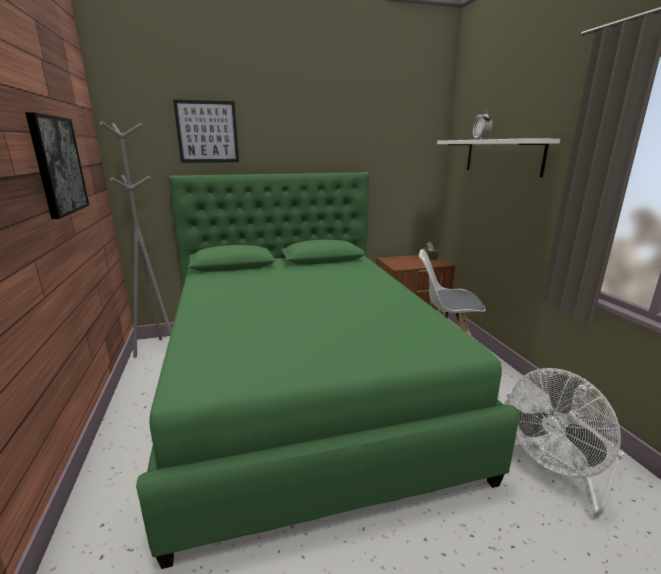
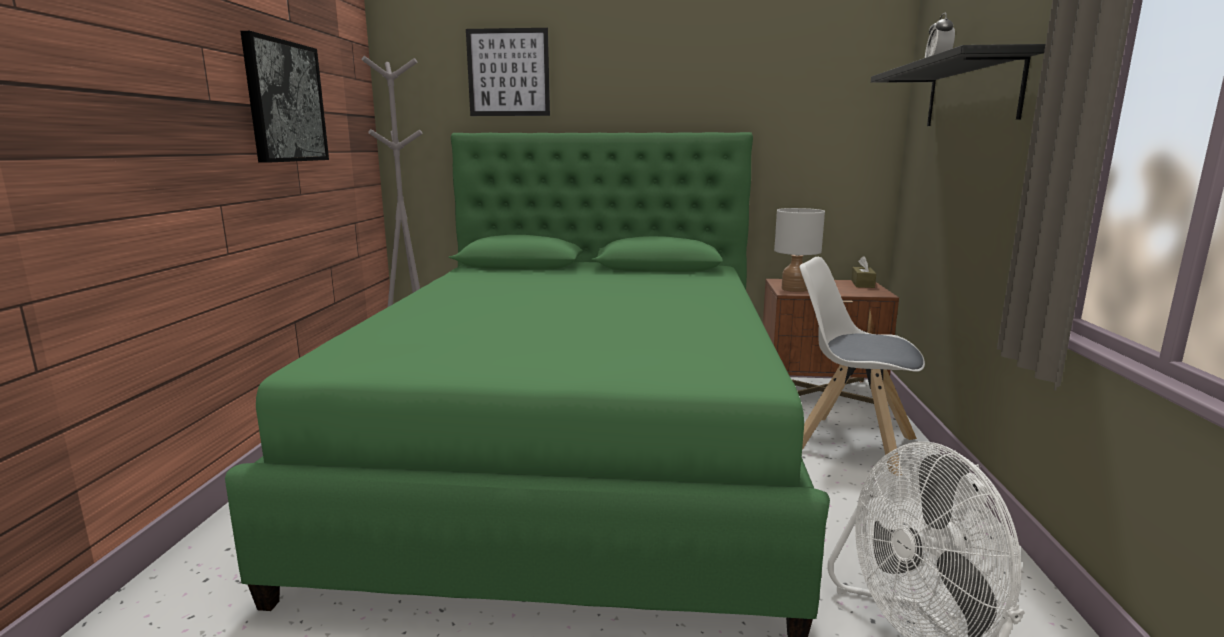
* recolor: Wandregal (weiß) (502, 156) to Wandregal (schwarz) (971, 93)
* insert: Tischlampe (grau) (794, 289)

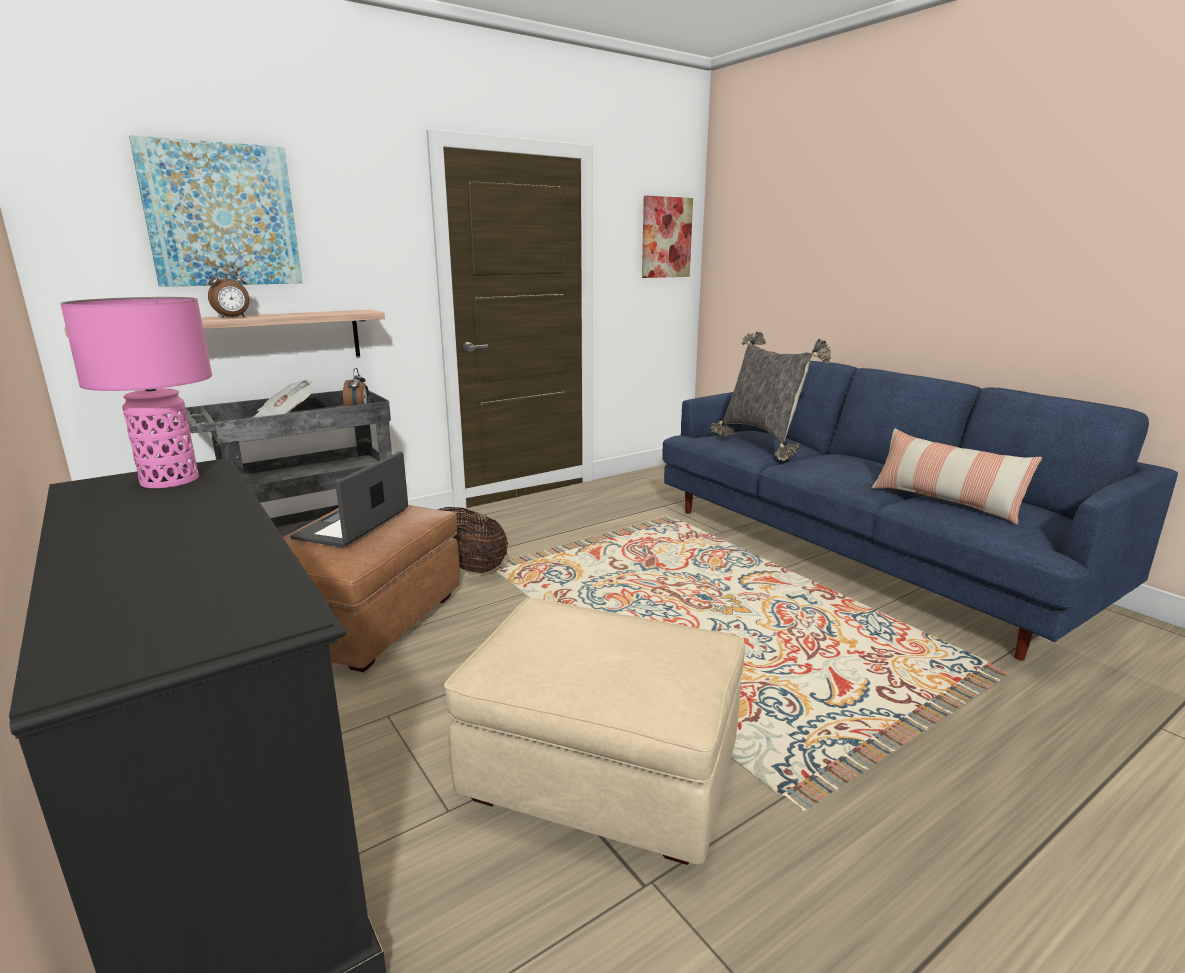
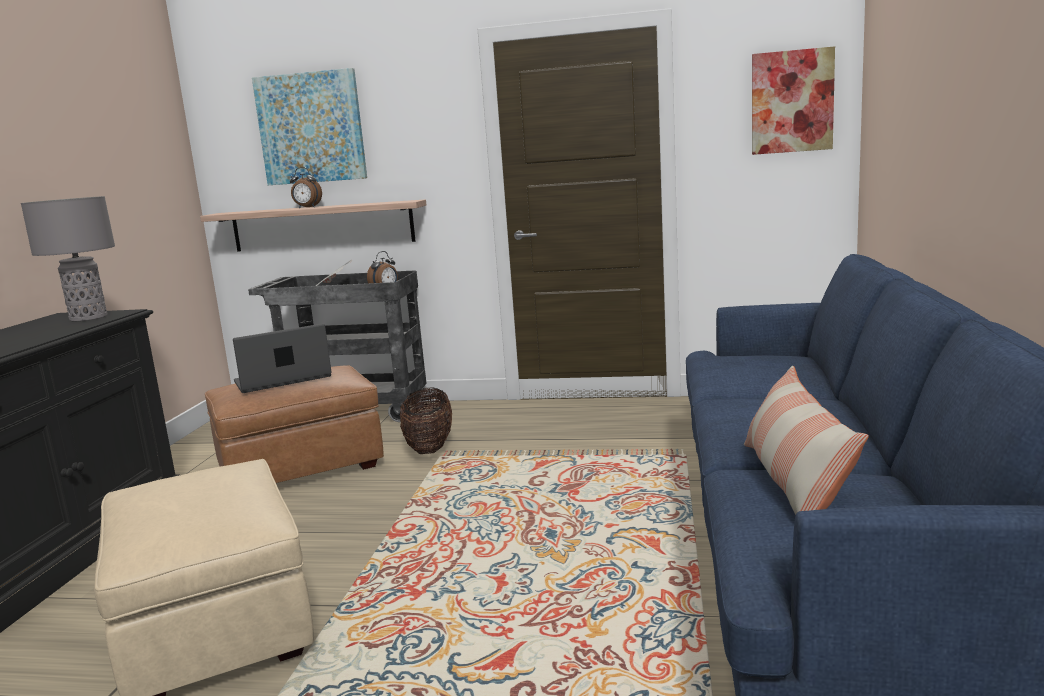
* recolor: Tischlampe (rosa) (170, 480) to Tischlampe (grau) (88, 318)
* delete: Kissen (764, 447)

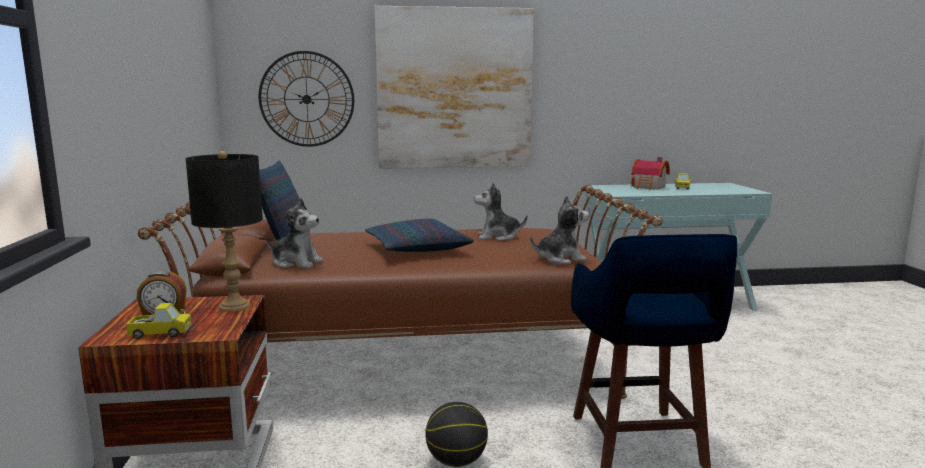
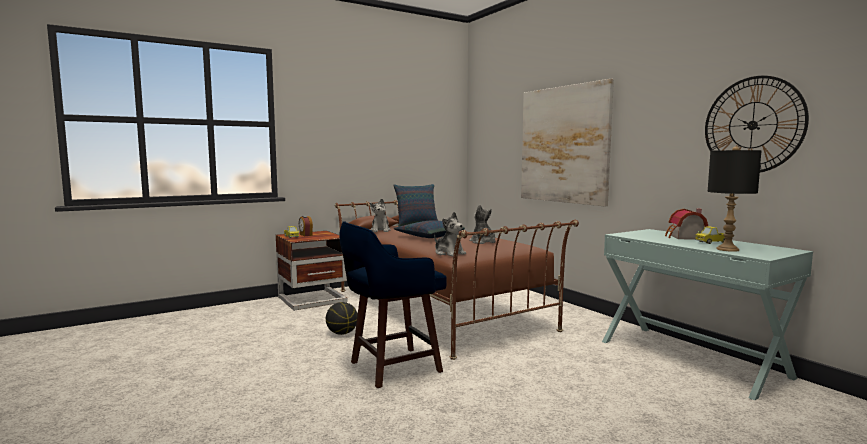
* move: Tischlampe (schwarz) (234, 306) to (727, 249)
* move: Wanduhr (307, 99) to (752, 125)

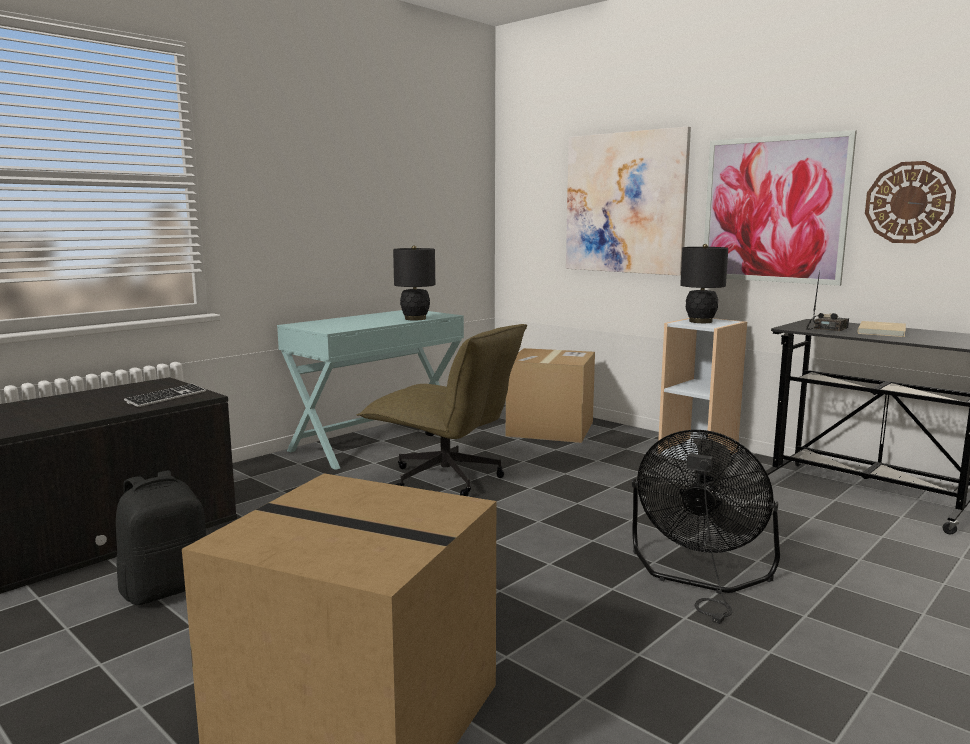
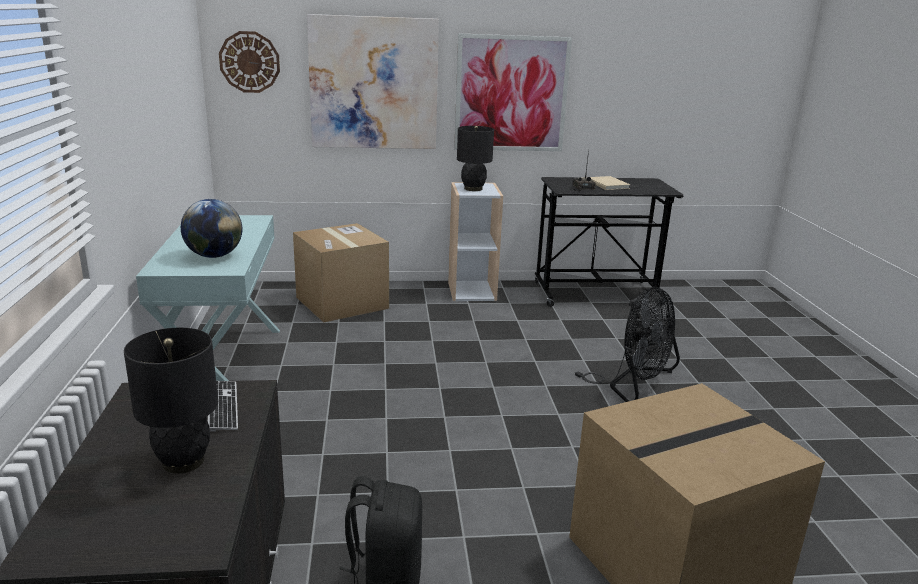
* delete: Bürostuhl (beige) (444, 478)
* move: Tischlampe (schwarz) (415, 319) to (183, 461)
* rotate: Ventilator (schwarz) (699, 578) = (632, 384) 150 degrees clockwise
* move: Wanduhr (909, 202) to (249, 62)
* insert: Globus (214, 256)

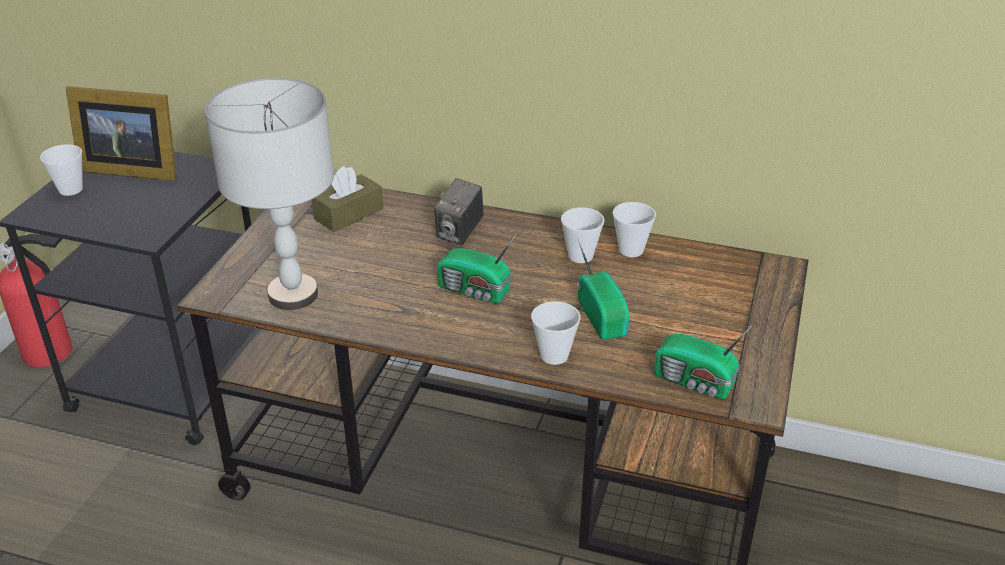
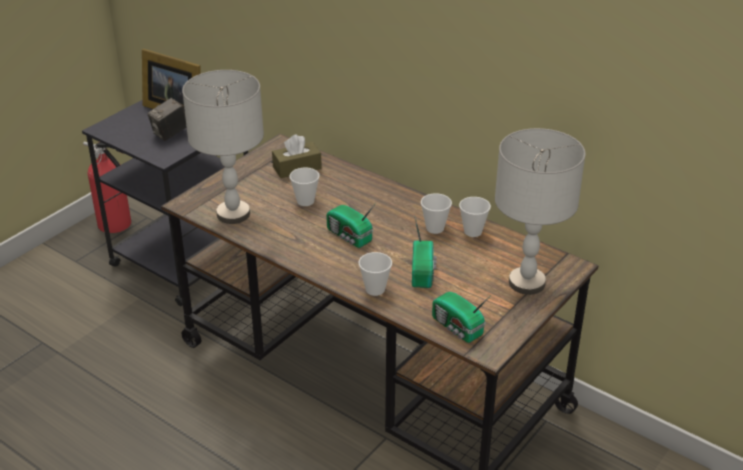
* move: Tasse (71, 189) to (305, 201)
* move: Kamera (460, 233) to (170, 134)
* insert: Tischlampe (grau) (526, 283)

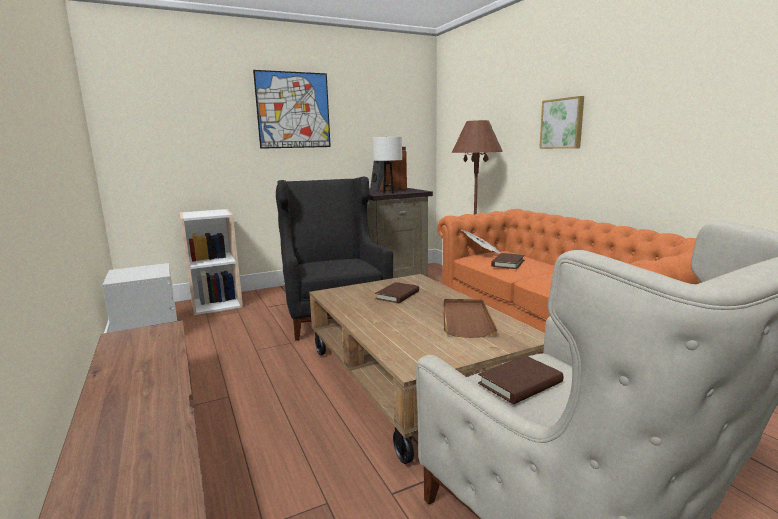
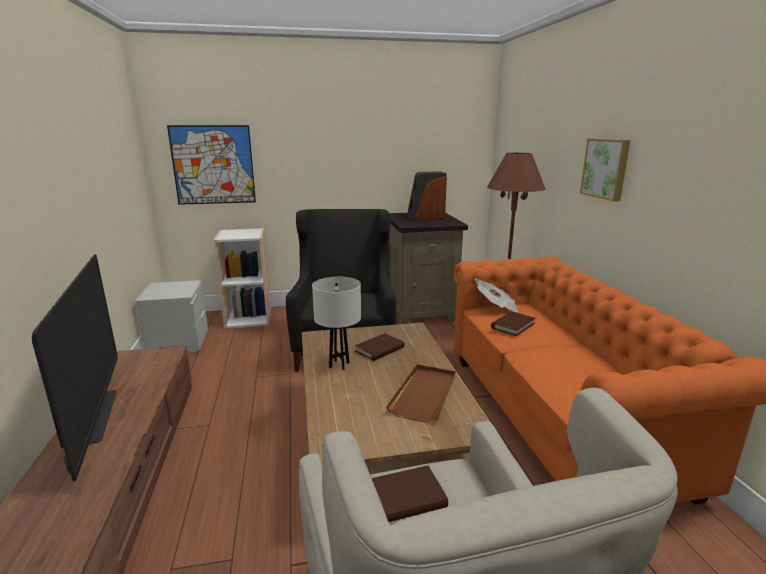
* move: Bild (293, 110) to (213, 165)
* move: Tischlampe (weiß) (388, 192) to (339, 365)
* insert: Fernseher (99, 416)

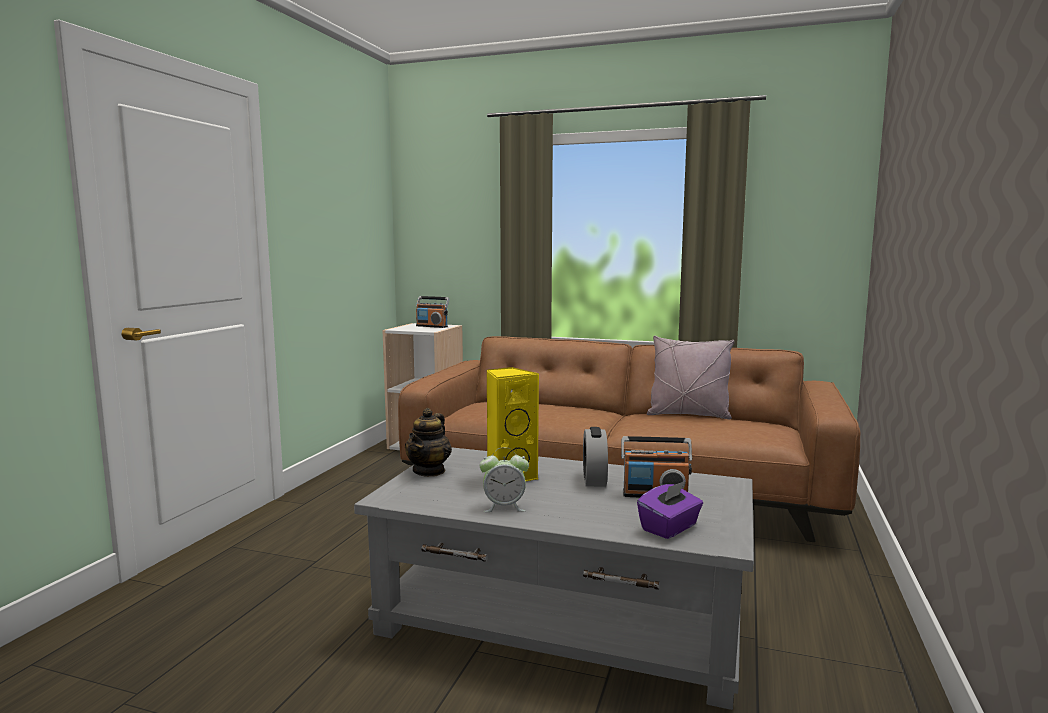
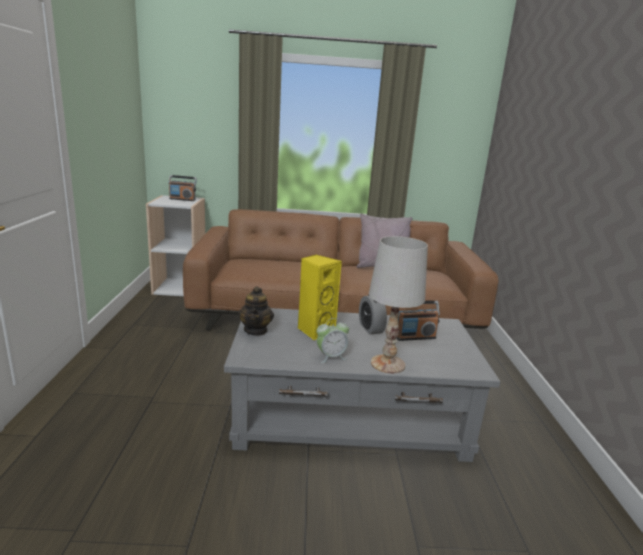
* delete: Taschentuchbox (lila) (670, 528)
* insert: Tischlampe (weiß) (388, 364)

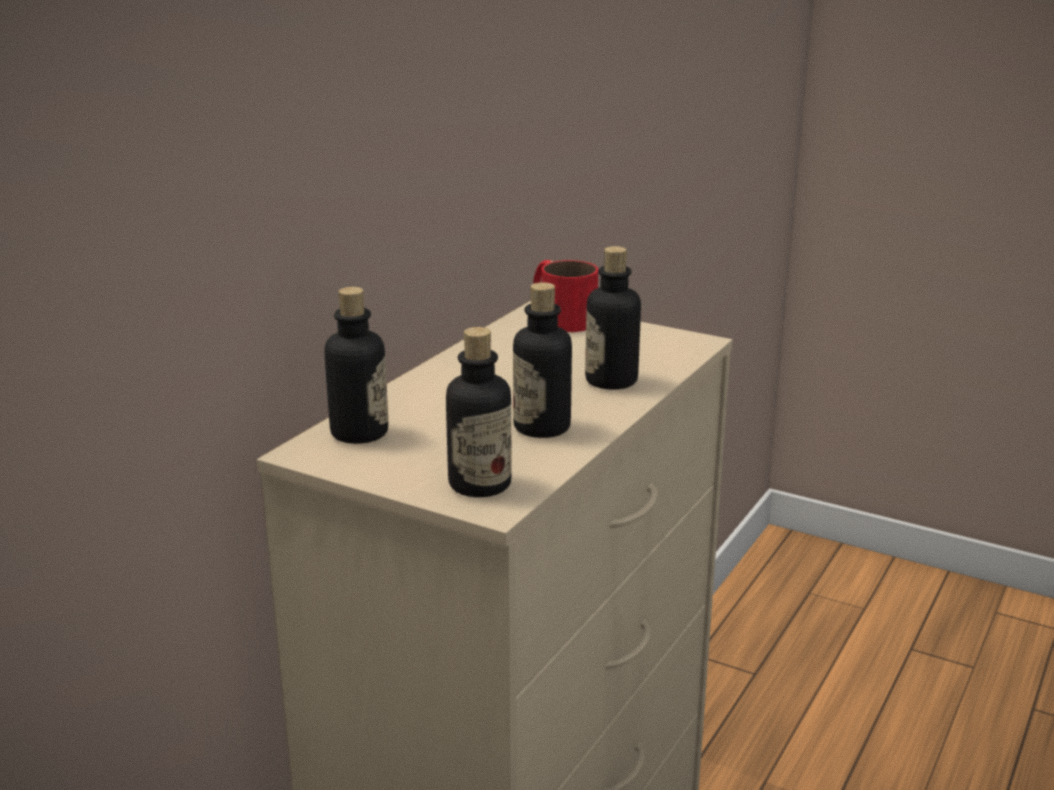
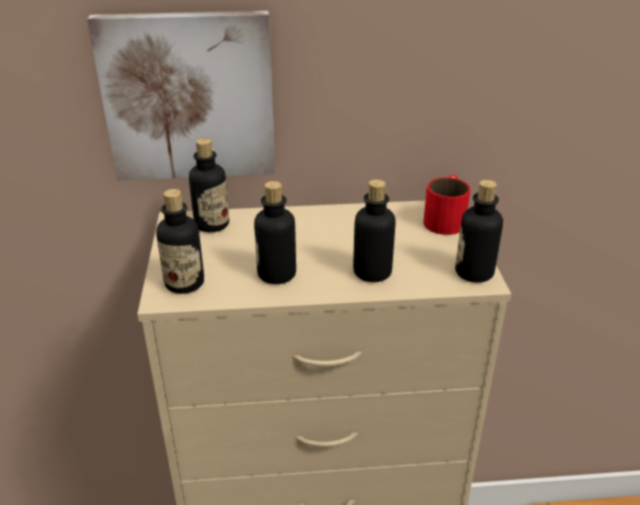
* insert: Bild (189, 97)
* insert: Flasche (474, 272)

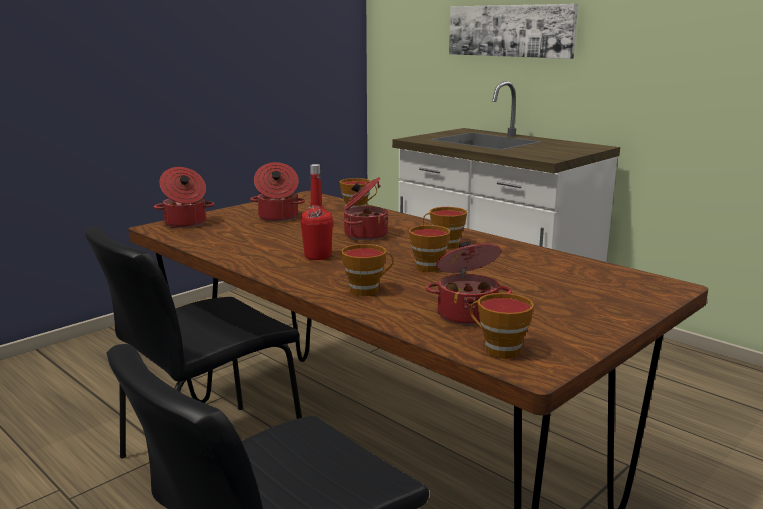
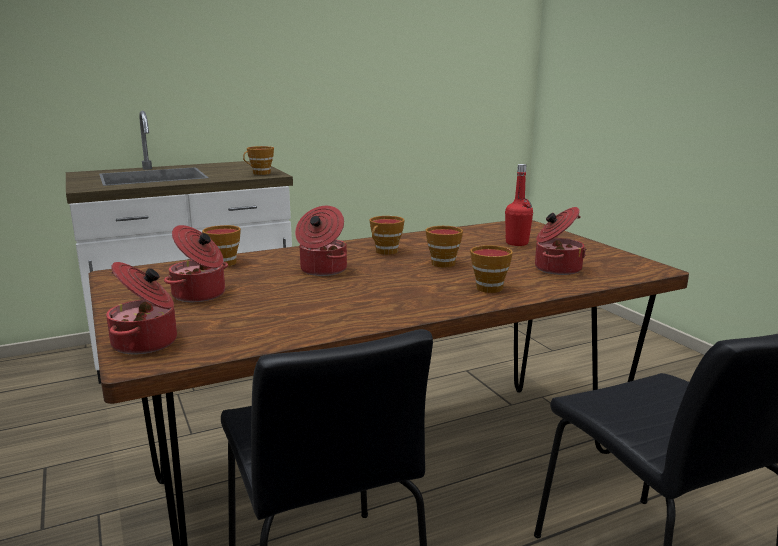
* move: Flasche (rot) (317, 256) to (517, 243)
* delete: Bild (510, 31)
* move: Tasse (498, 349) to (259, 173)

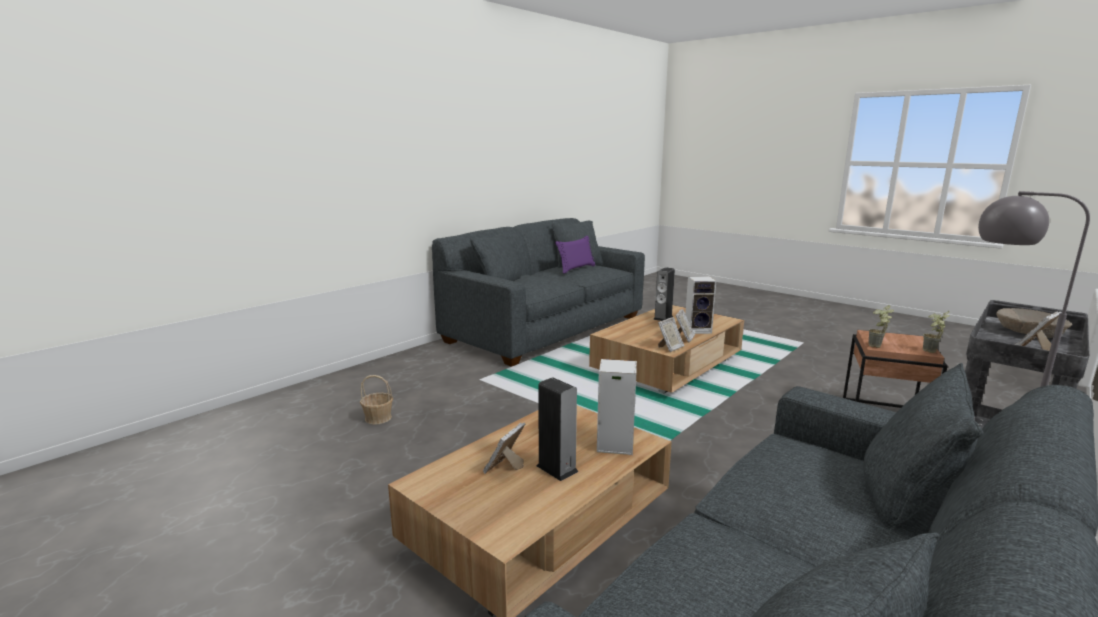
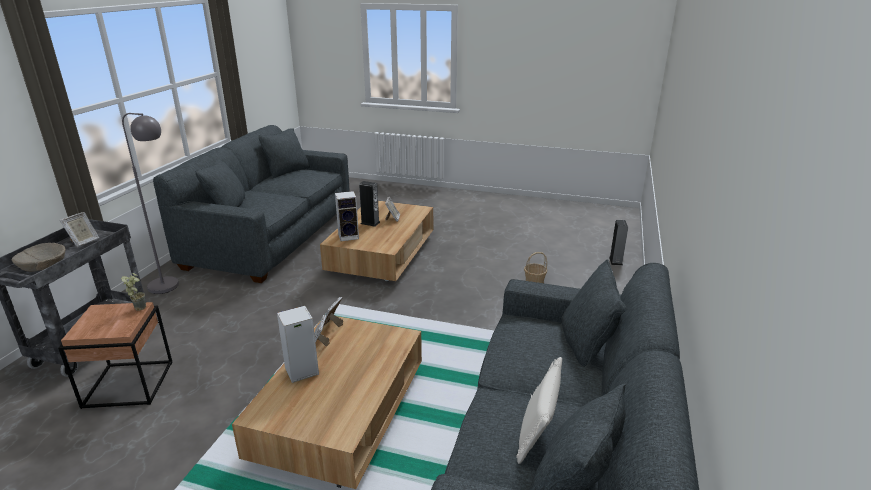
* recolor: Kissen (lila) (575, 269) to Kissen (weiß) (537, 431)
* move: Lautsprecher (663, 318) to (615, 261)
* delete: Topfpflanze (931, 352)

